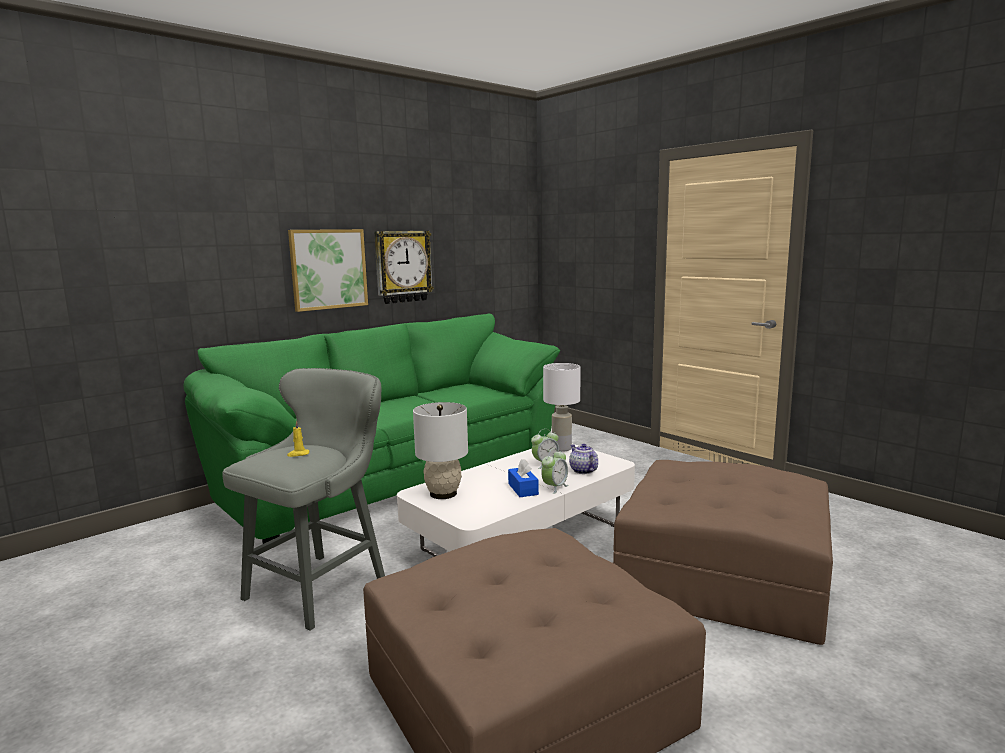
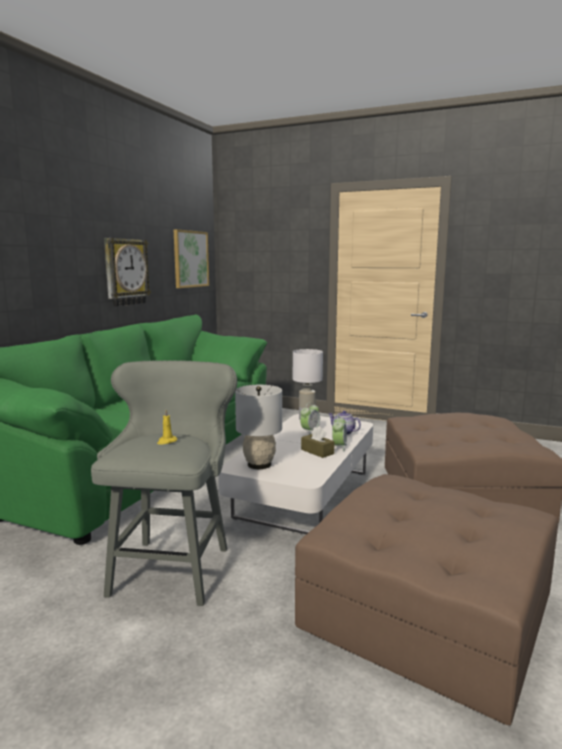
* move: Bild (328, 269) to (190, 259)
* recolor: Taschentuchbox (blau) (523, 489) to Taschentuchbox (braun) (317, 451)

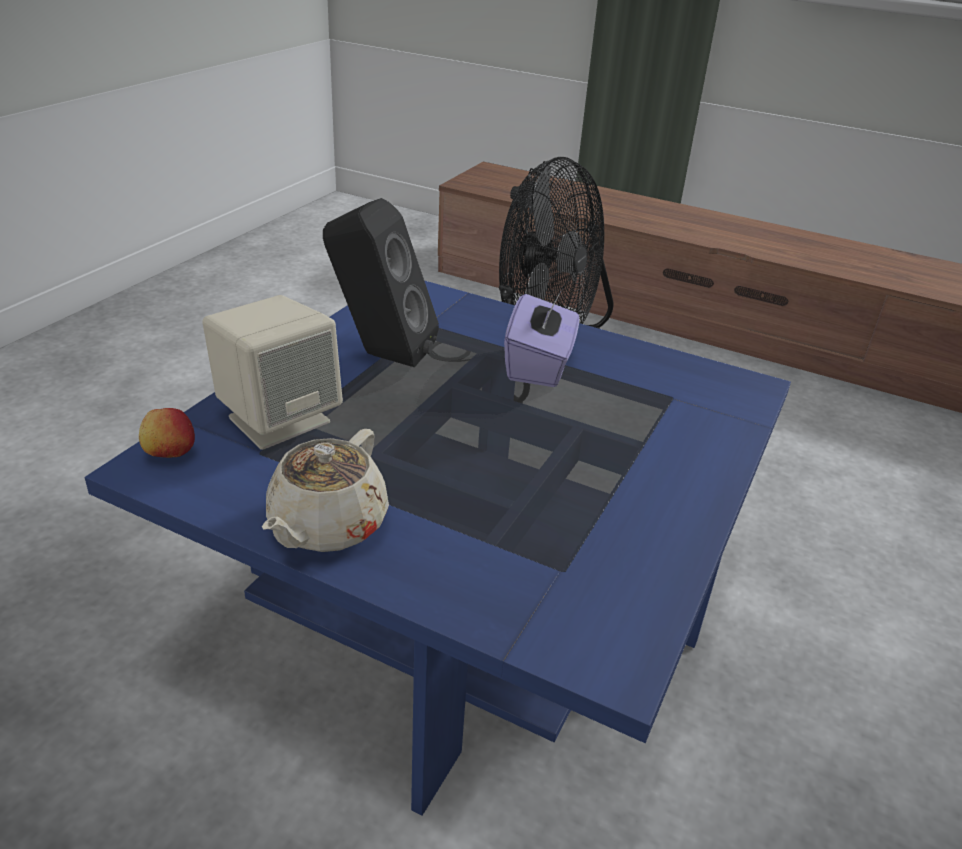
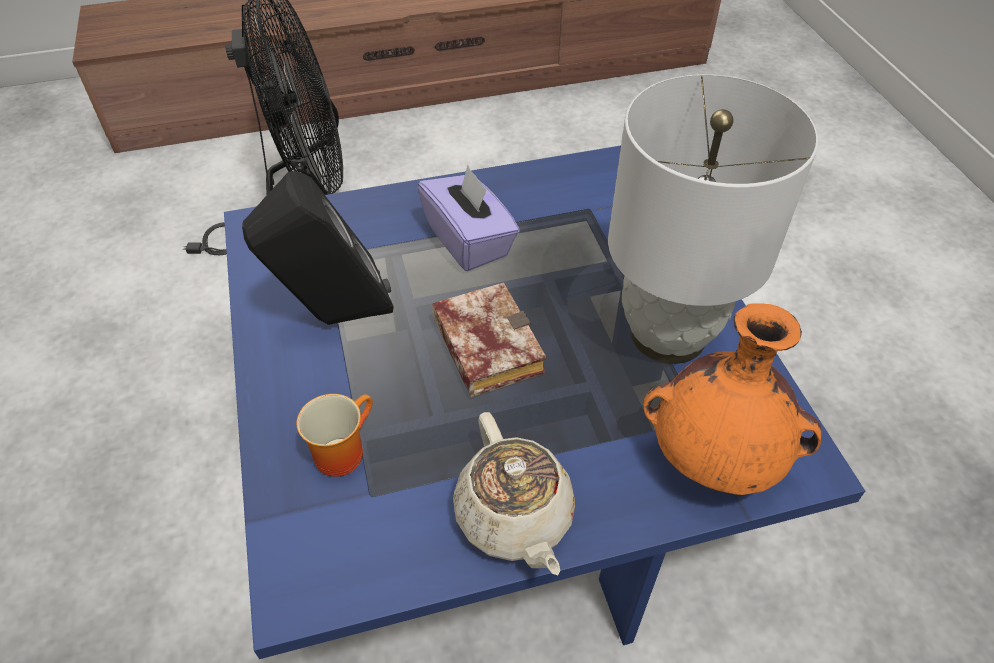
* delete: Apfel (169, 452)
* replace: Lautsprecher (beige) (278, 419) to Henkelbecher (340, 449)
* insert: Buch (482, 344)
* insert: Tischlampe (weiß) (668, 334)
* insert: Vase (orange) (716, 461)

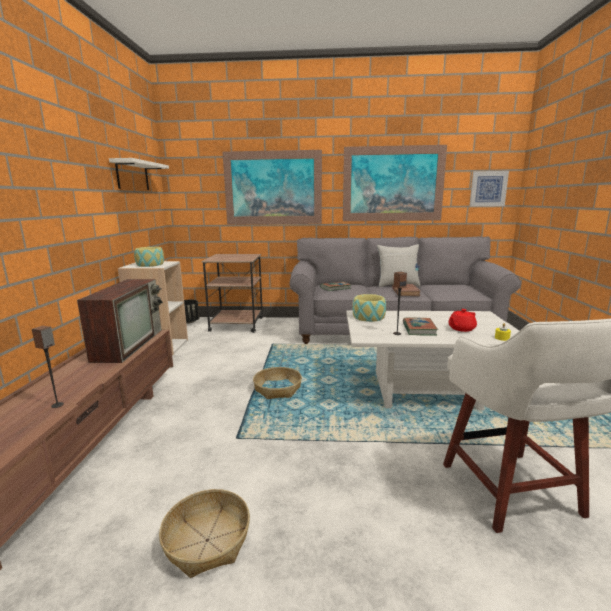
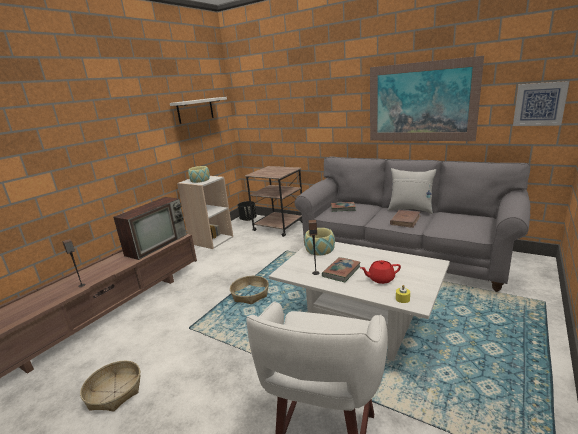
* delete: Bild (273, 188)

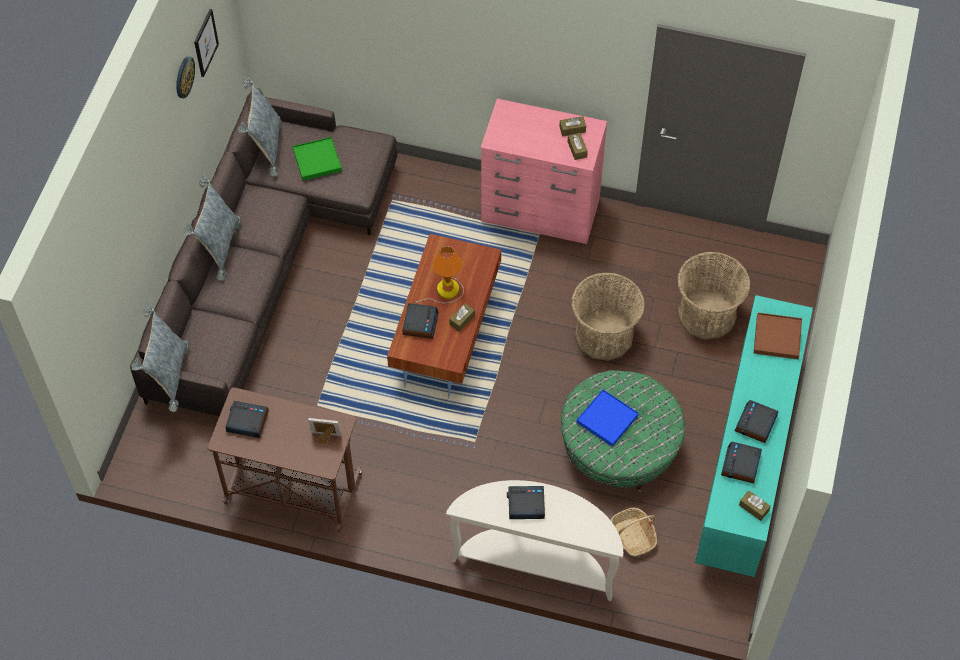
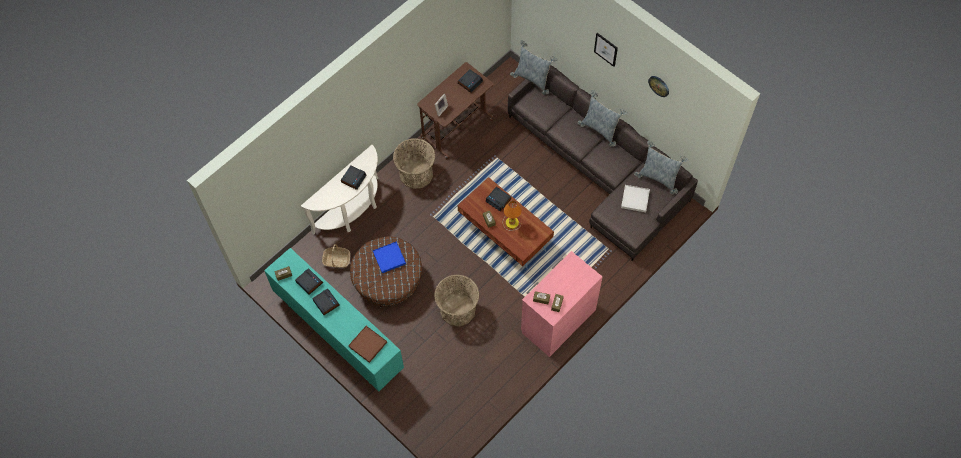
* move: Bild (205, 42) to (606, 49)
* recolor: Tablett (grün) (317, 160) to Tablett (weiß) (635, 199)
* recolor: Polsterhocker (grün) (619, 447) to Polsterhocker (braun) (388, 280)
* move: Korb (707, 314) to (416, 174)

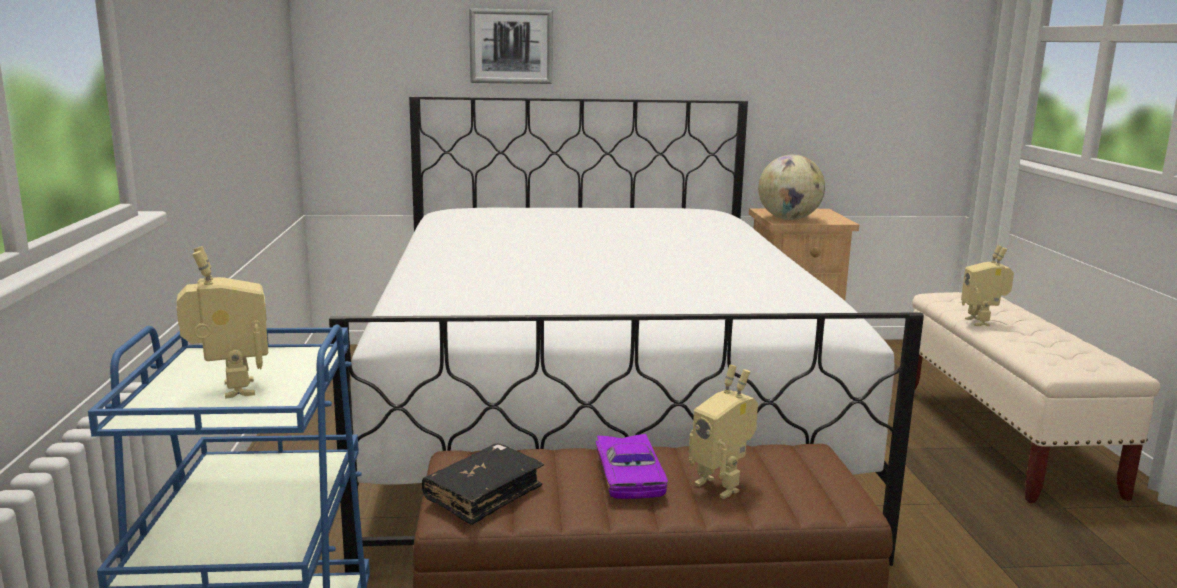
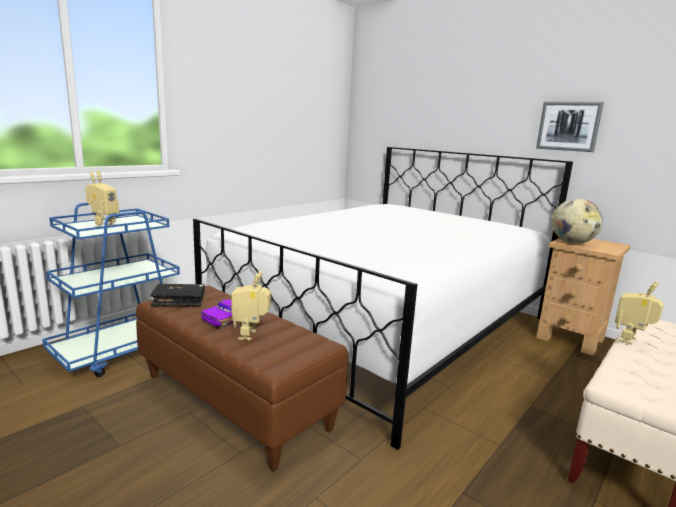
* move: Bild (511, 46) to (568, 126)

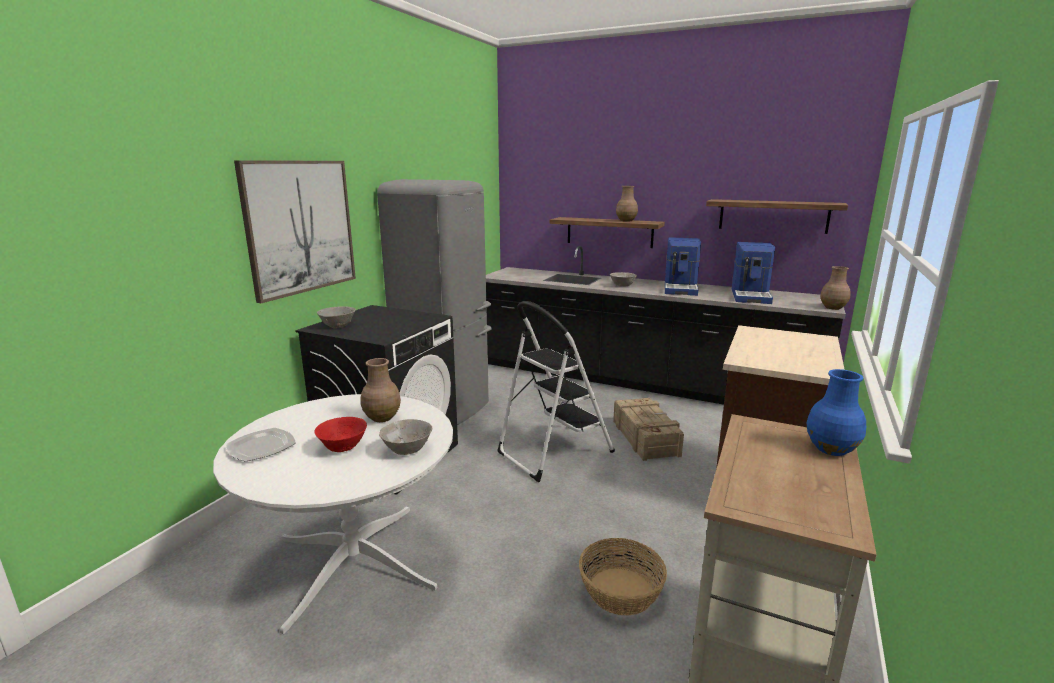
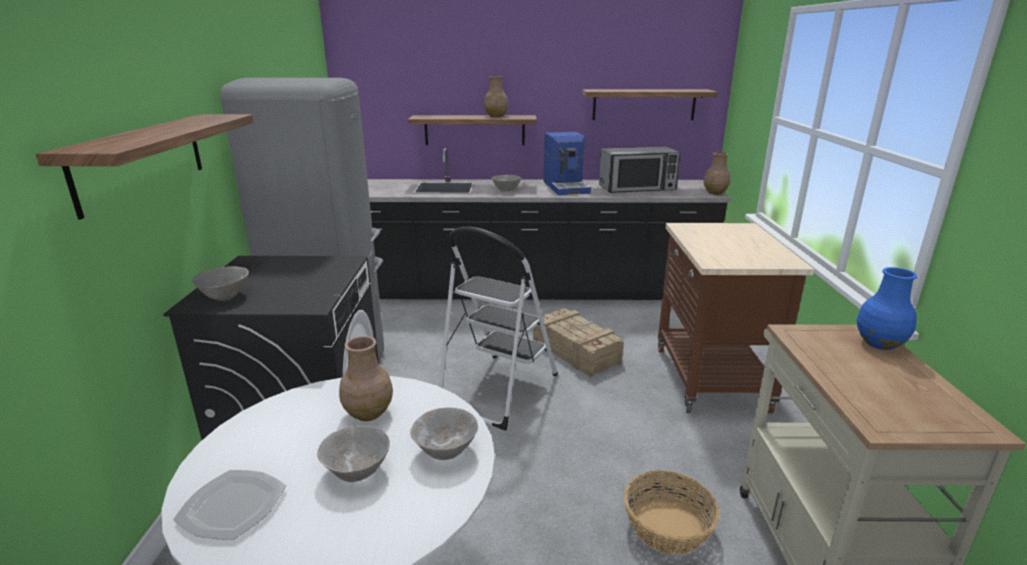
* replace: Bild (300, 227) to Wandregal (141, 160)
* recolor: Schüssel (rot) (342, 447) to Schüssel (grau) (357, 472)
* replace: Kaffeemaschine (751, 296) to Mikrowelle (637, 188)

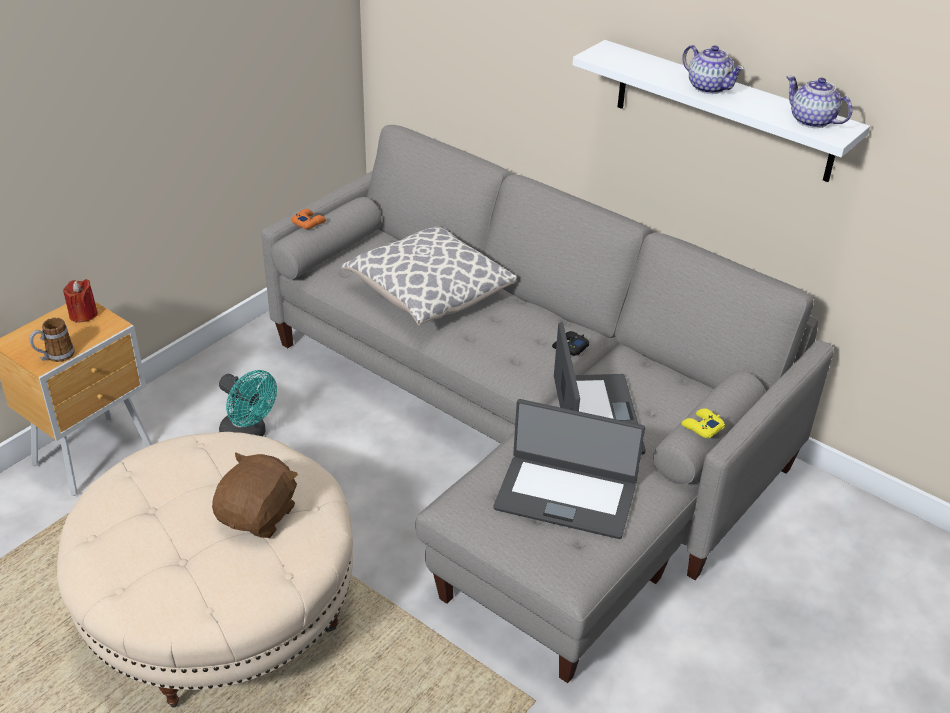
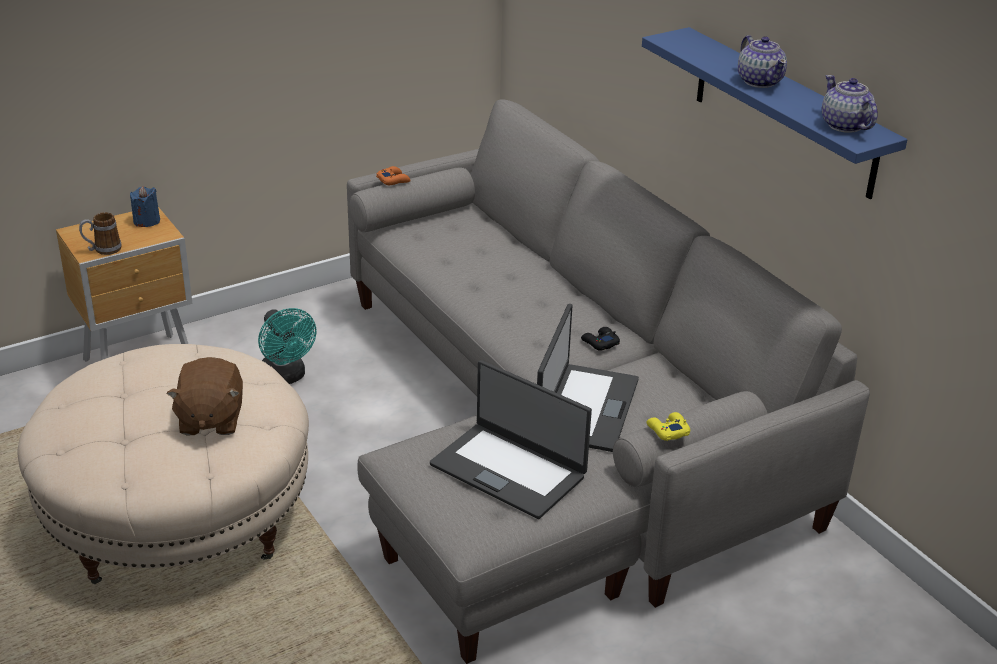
* recolor: Kerze (rot) (83, 314) to Kerze (blau) (146, 221)
* rotate: Plüschtier (braun) (259, 516) = (210, 420) 135 degrees clockwise
* delete: Kissen (428, 294)
* recolor: Wandregal (weiß) (723, 111) to Wandregal (blau) (784, 112)

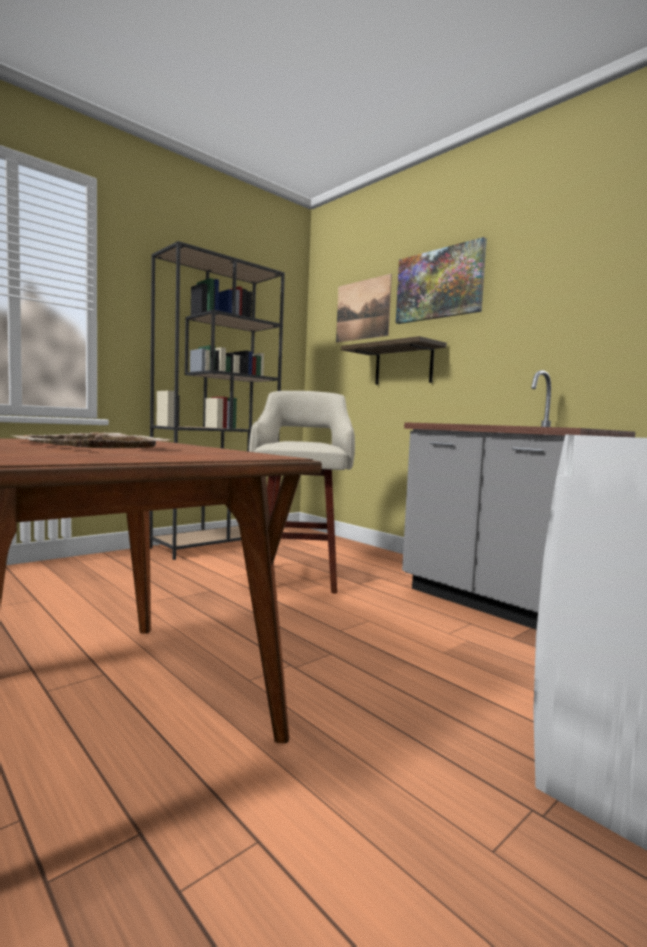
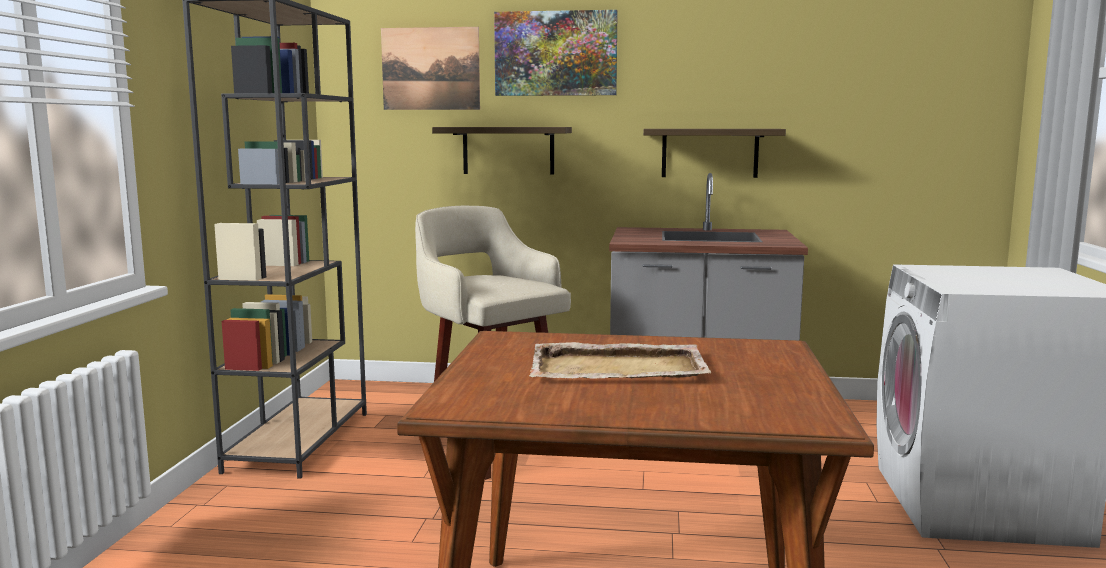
* insert: Wandregal (709, 153)

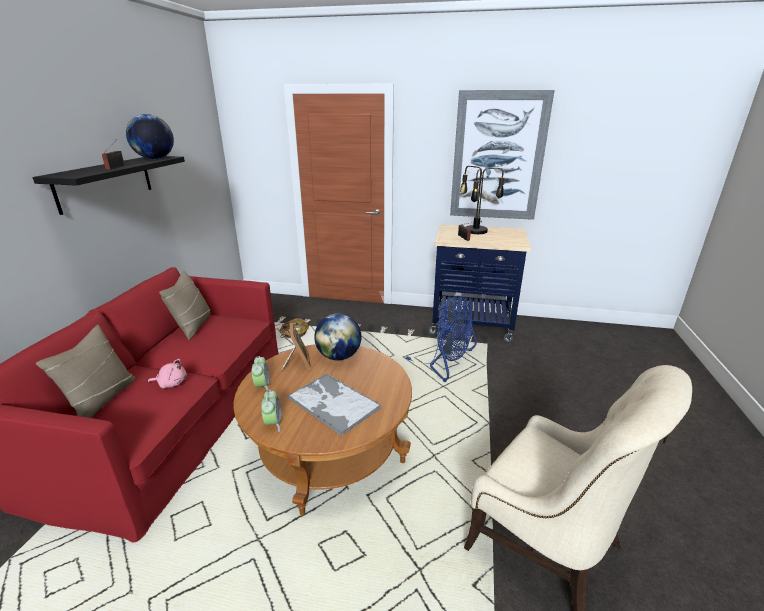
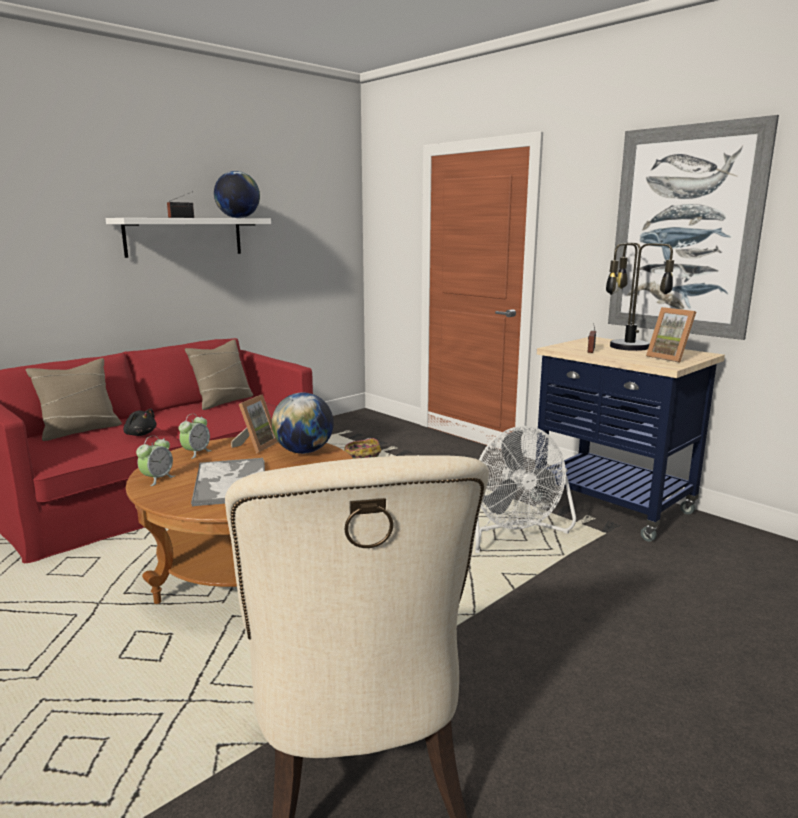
* recolor: Wandregal (schwarz) (105, 182) to Wandregal (weiß) (184, 237)
* recolor: Plüschtier (rosa) (171, 383) to Plüschtier (schwarz) (140, 434)
* recolor: Ventilator (blau) (445, 362) to Ventilator (weiß) (508, 534)
* insert: Bilderrahmen (670, 358)

